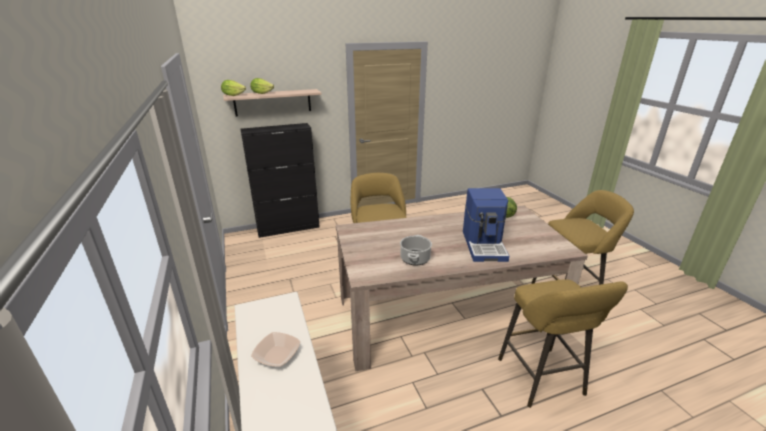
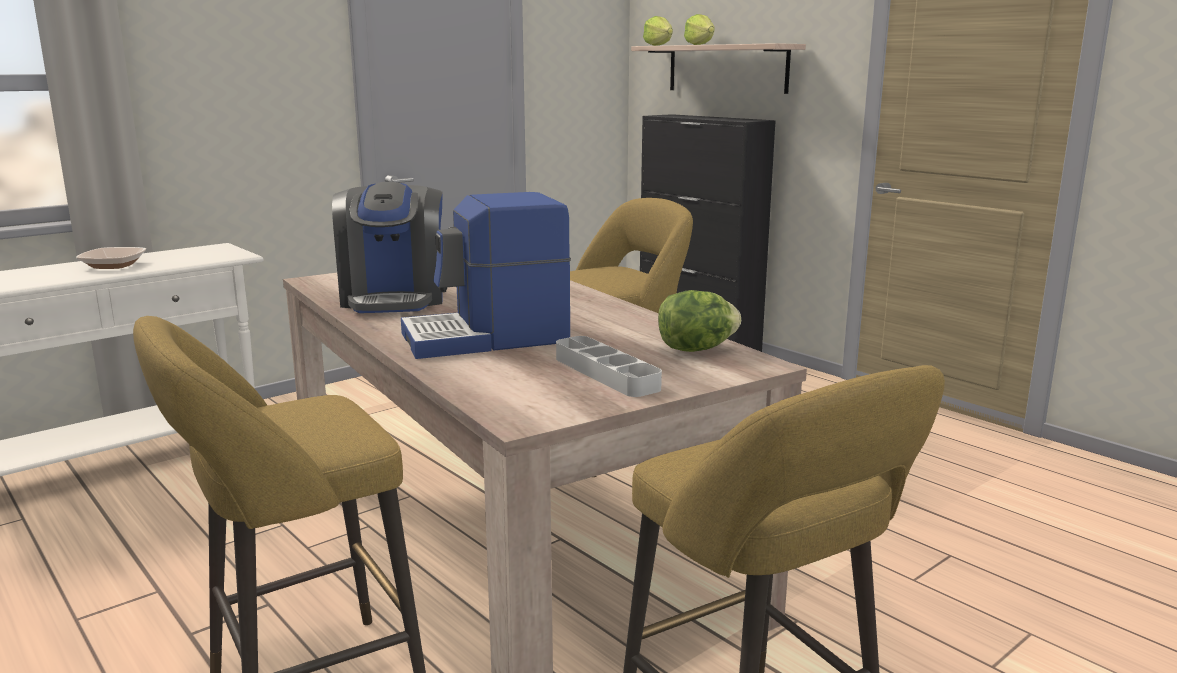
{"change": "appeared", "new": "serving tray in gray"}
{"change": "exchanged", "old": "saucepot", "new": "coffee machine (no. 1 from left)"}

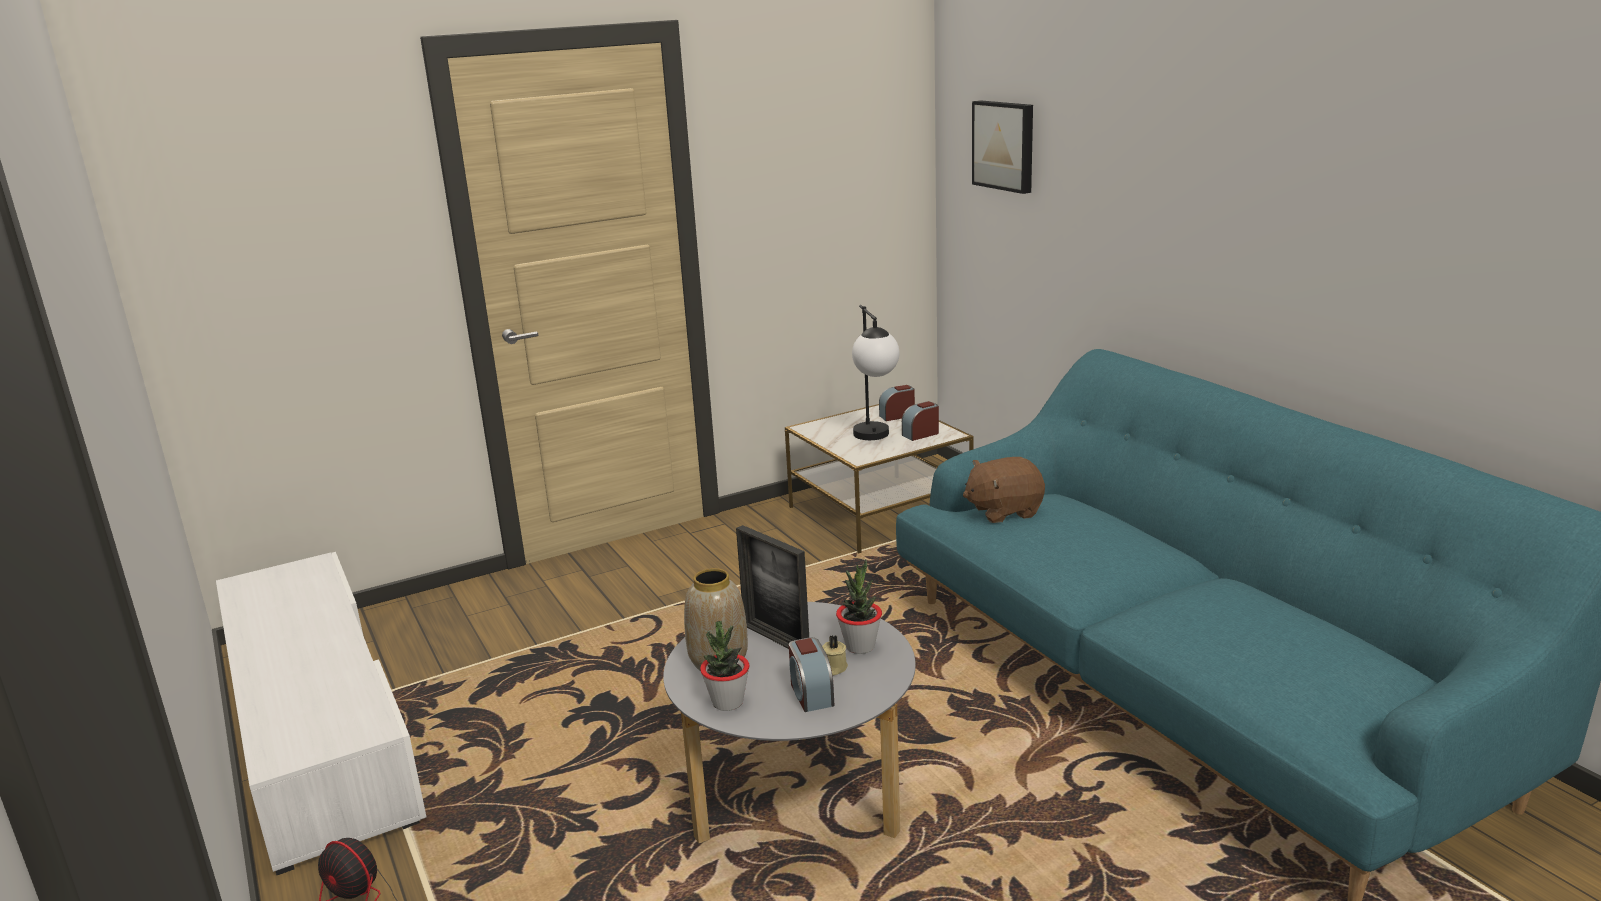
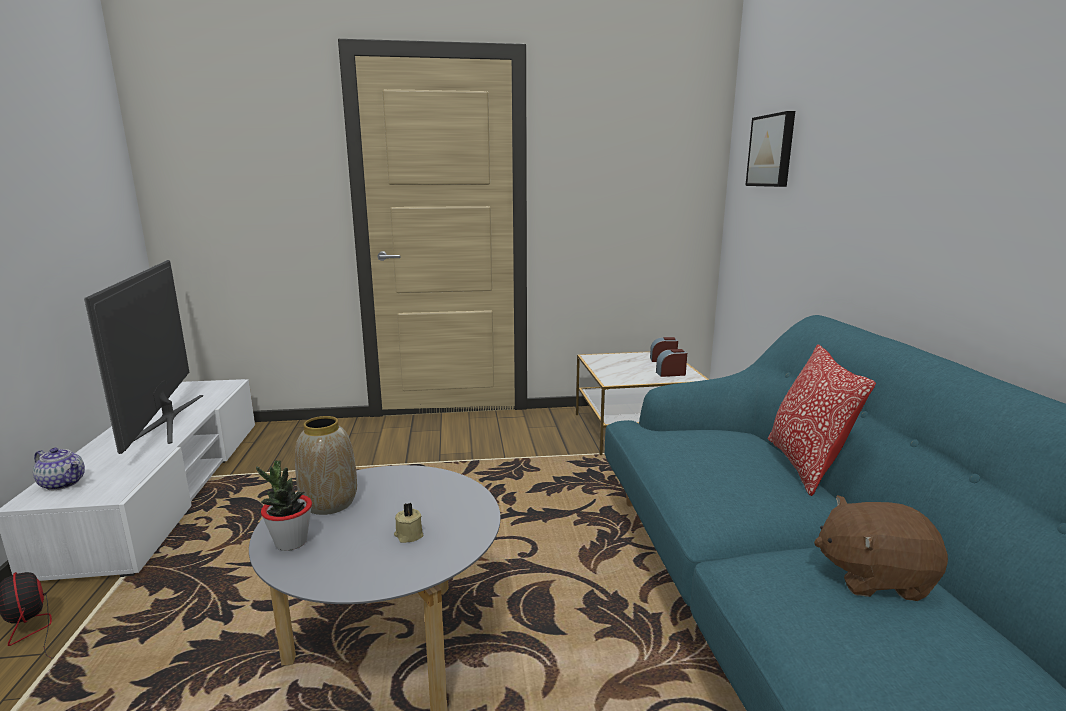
{"change": "missing", "old": "standing frame"}
{"change": "missing", "old": "table clock (no. 1 from left)"}
{"change": "missing", "old": "potted plant (no. 2 from left)"}
{"change": "missing", "old": "tabletop lamp"}
{"change": "appeared", "new": "pot for tea"}
{"change": "appeared", "new": "TV"}
{"change": "appeared", "new": "pillow"}
{"change": "relocated", "old": "plush toy in brown"}

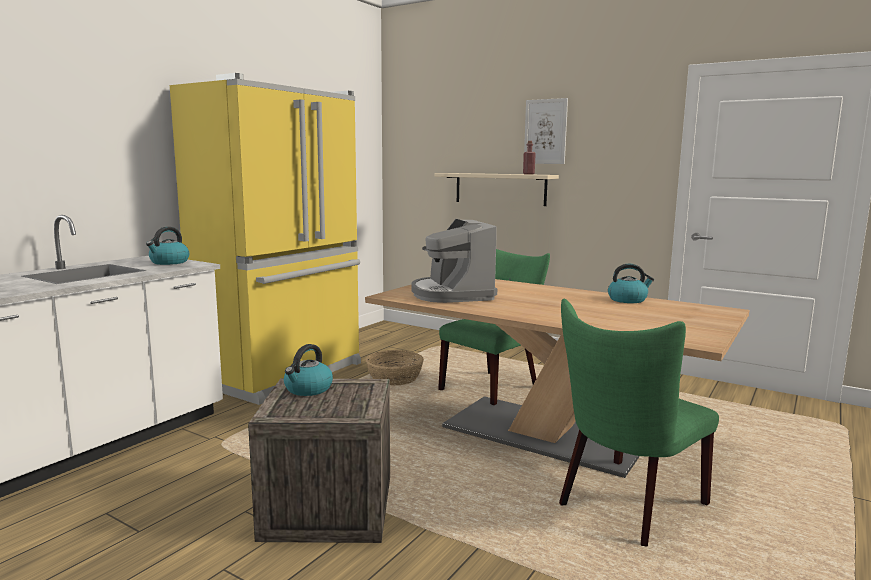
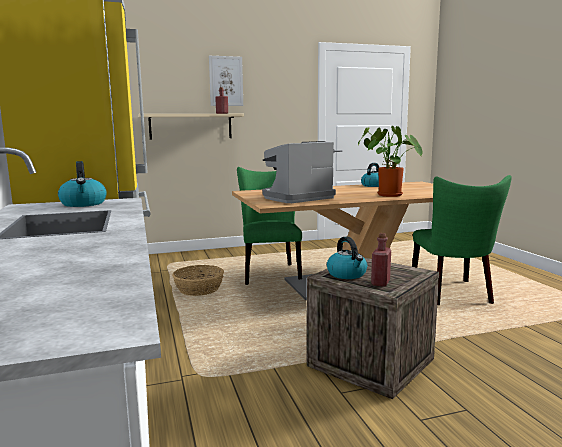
{"change": "appeared", "new": "potted plant"}
{"change": "appeared", "new": "beverage bottle in red (no. 2 from left)"}
{"change": "spun", "old": "coffee machine", "degrees": 120}

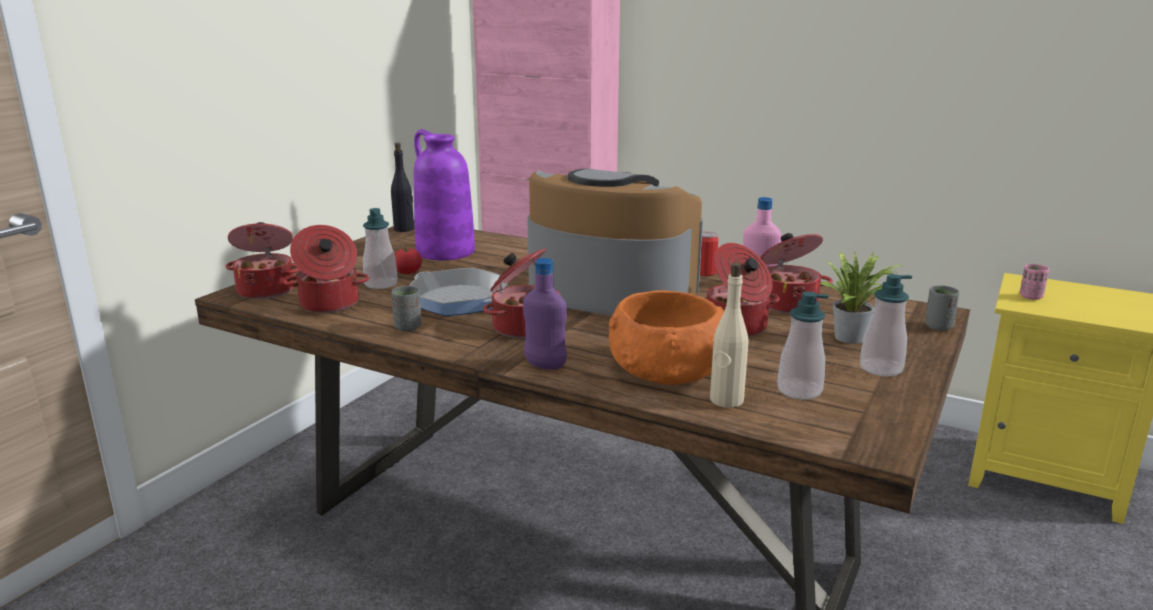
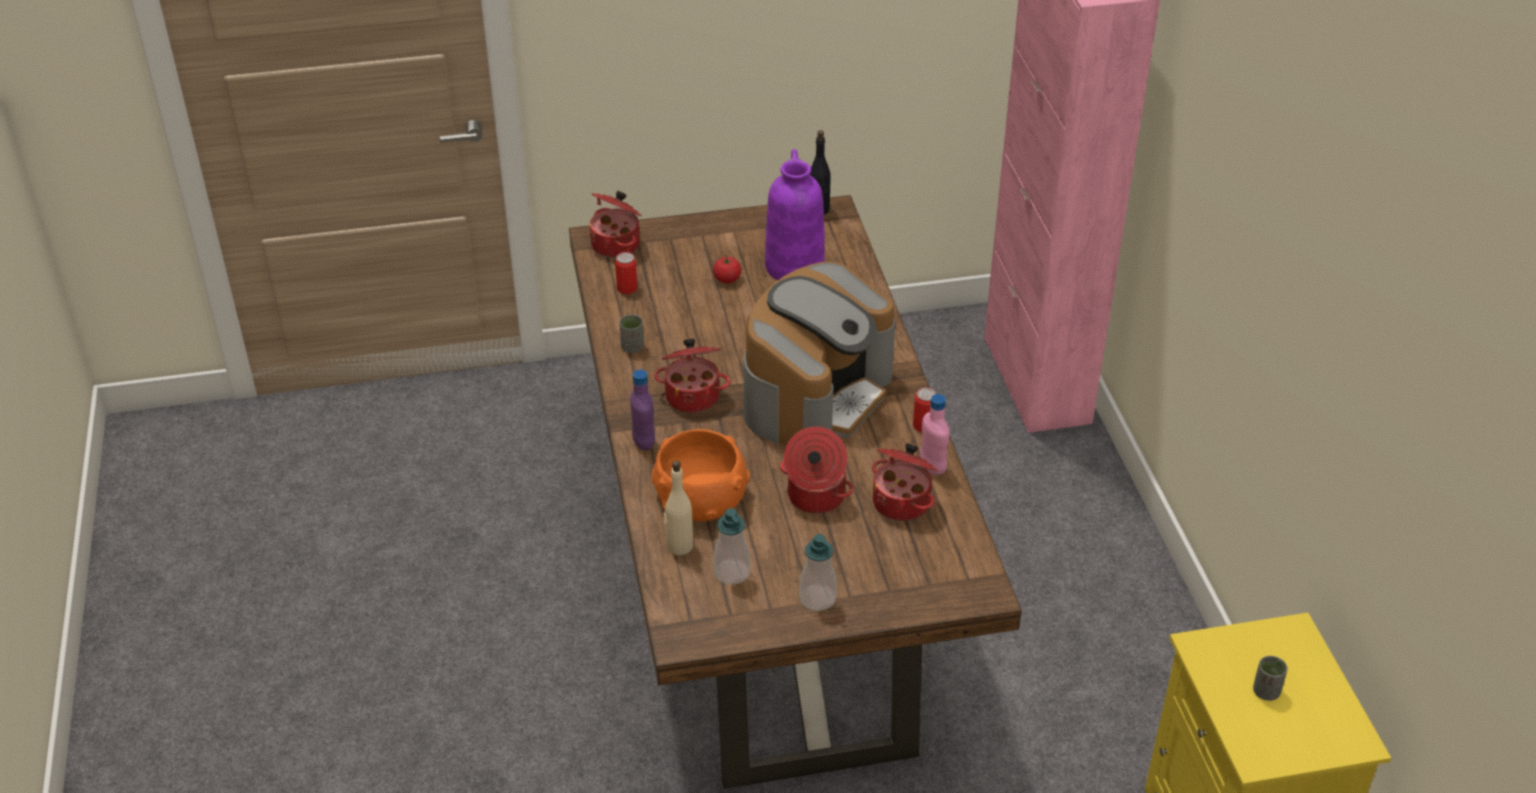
{"change": "missing", "old": "liquid soap bottle (no. 1 from left)"}
{"change": "missing", "old": "skillet"}
{"change": "missing", "old": "potted plant"}
{"change": "missing", "old": "cup in pink-coloured"}
{"change": "relocated", "old": "cup in gray (no. 2 from left)"}
{"change": "exchanged", "old": "saucepot (no. 2 from left)", "new": "metal can (no. 1 from left)"}
{"change": "spun", "old": "coffee machine", "degrees": 45}

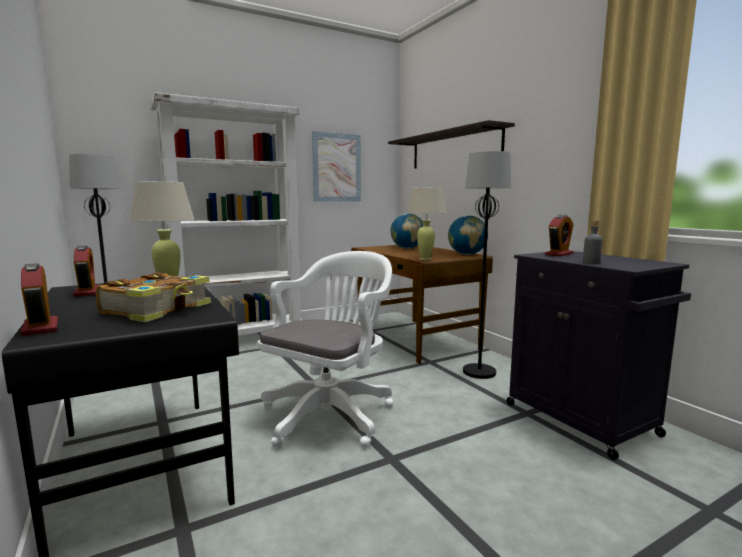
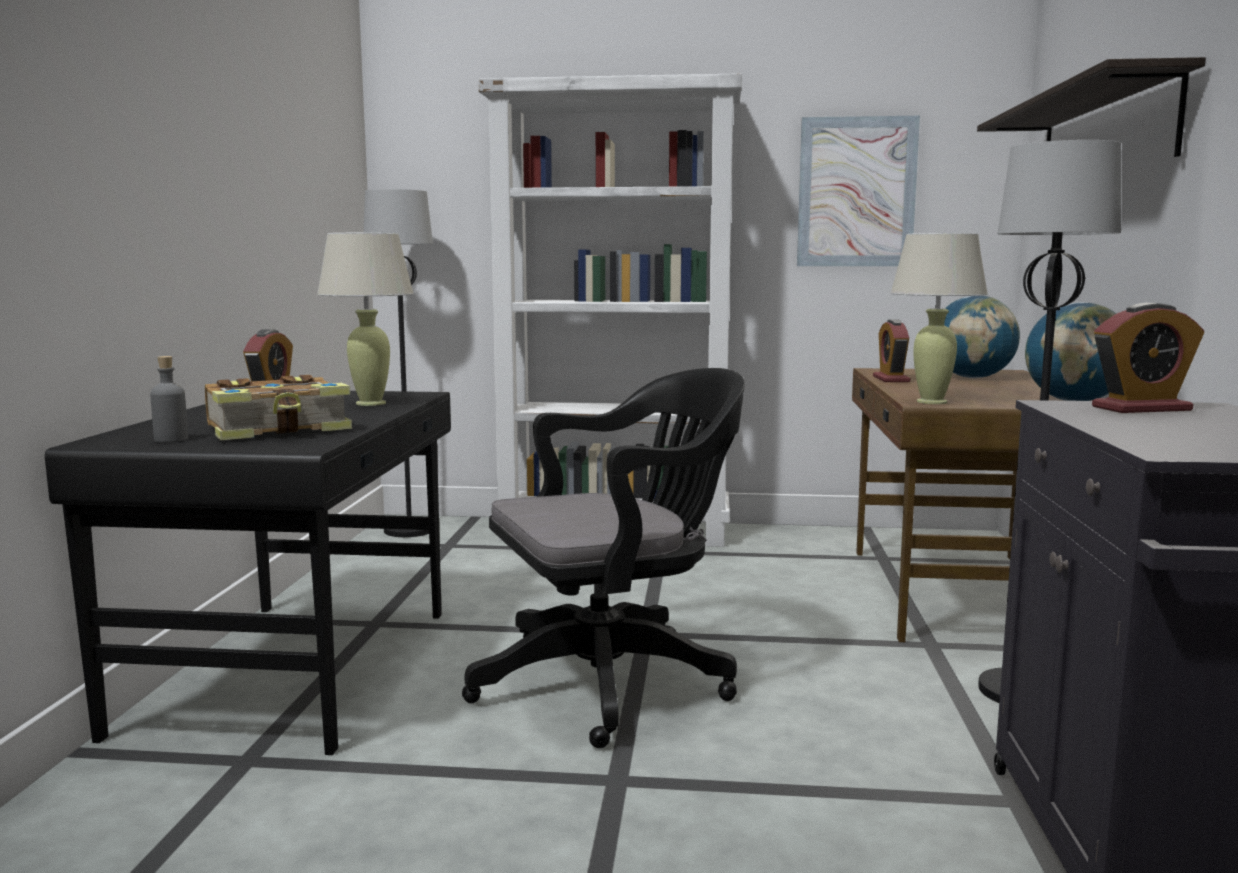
{"change": "relocated", "old": "table clock (no. 1 from left in the first image)", "new": "table clock (no. 2 from left)"}
{"change": "relocated", "old": "beverage bottle in gray"}
{"change": "colour", "old": "computer chair in white", "new": "computer chair in black-coloured"}

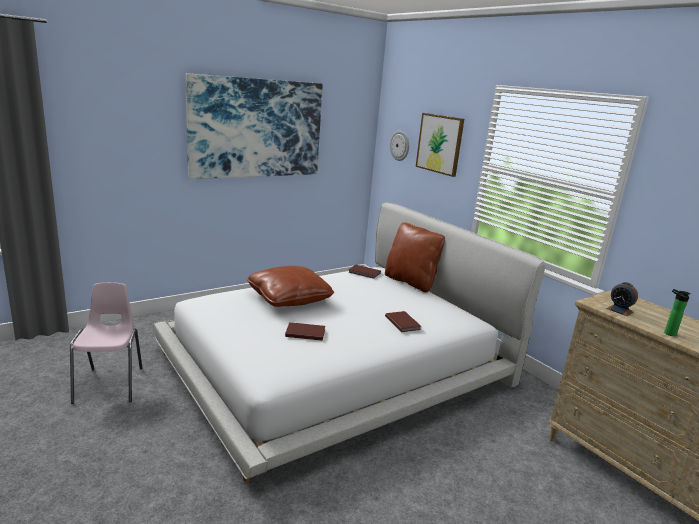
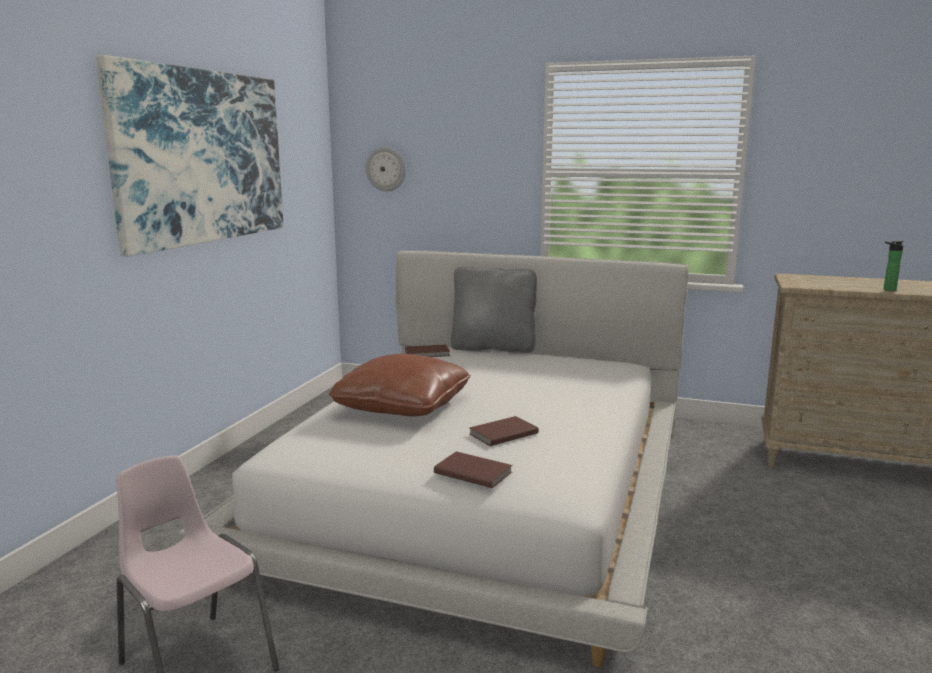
{"change": "missing", "old": "wall picture (no. 2 from left)"}
{"change": "missing", "old": "table clock"}
{"change": "relocated", "old": "bound book in brown (no. 3 from left in the first image)", "new": "bound book in brown (no. 2 from left)"}
{"change": "colour", "old": "pillow in brown (no. 2 from left)", "new": "pillow in gray"}

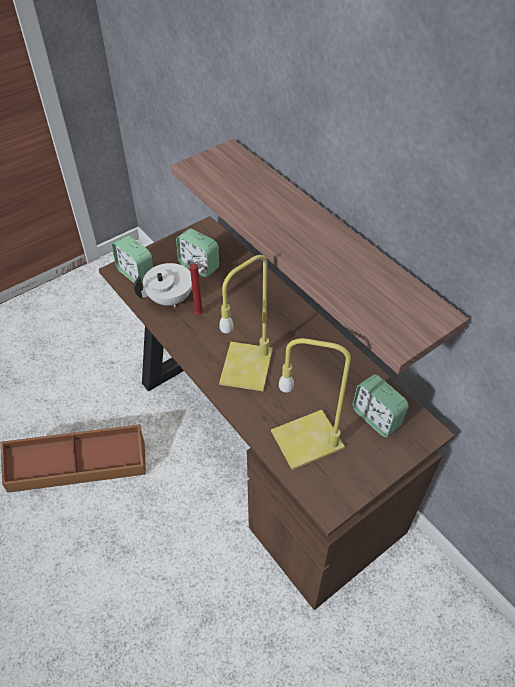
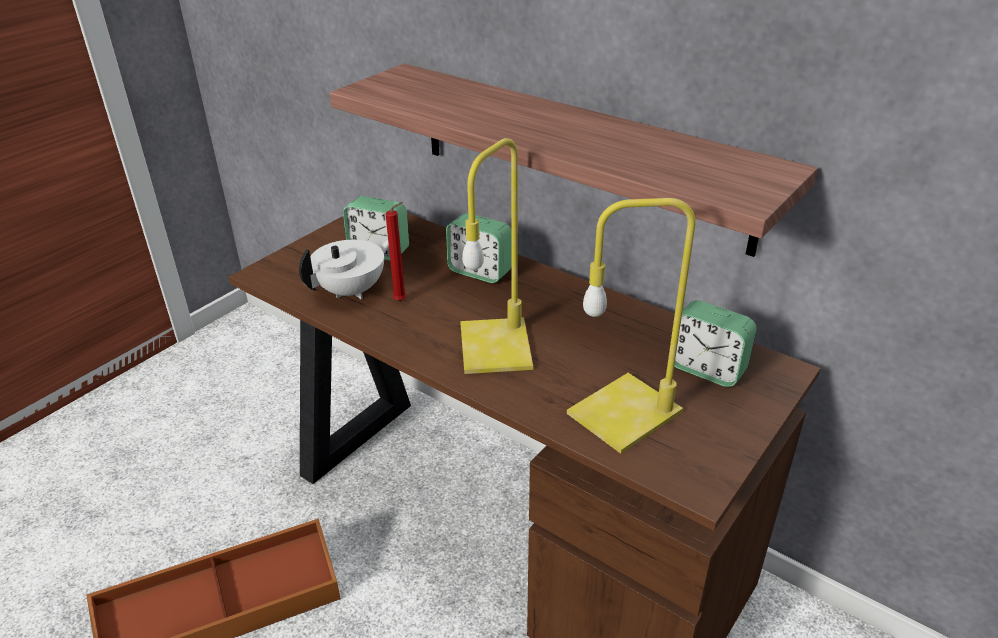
{"change": "relocated", "old": "table clock (no. 1 from left in the first image)", "new": "table clock (no. 2 from left)"}

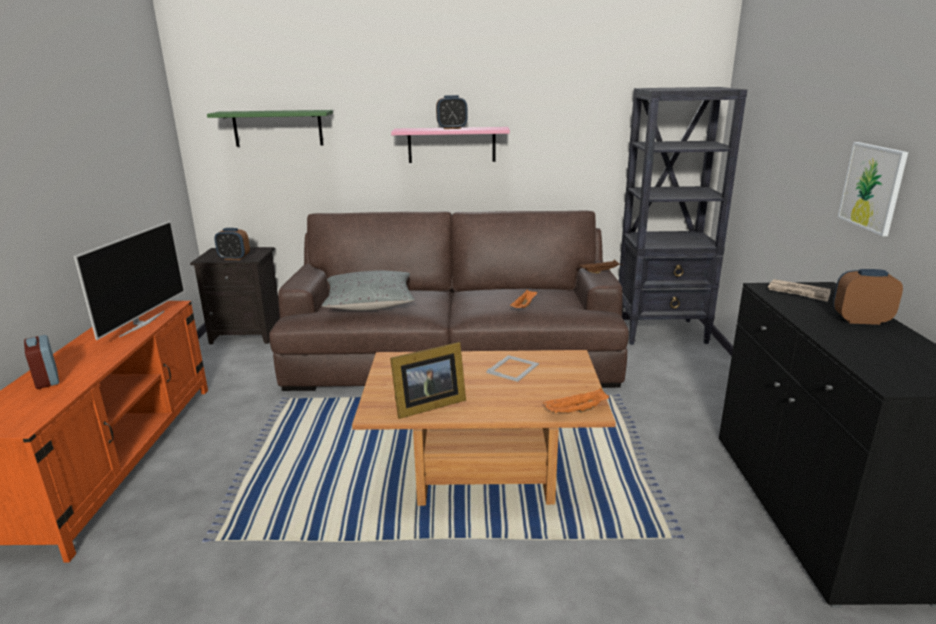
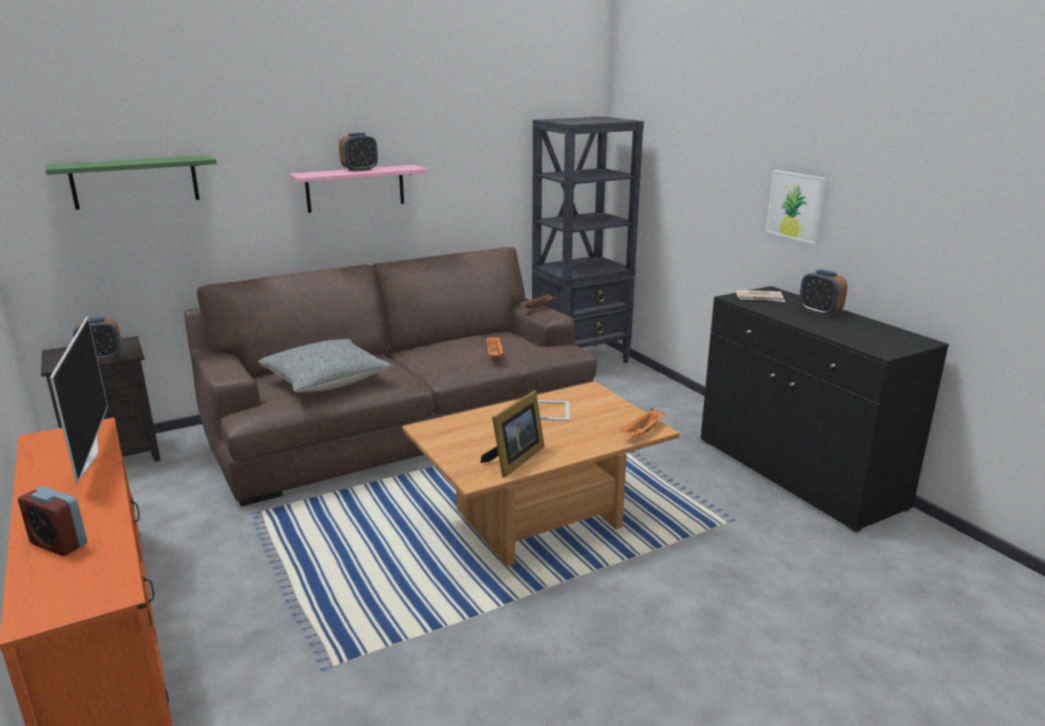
{"change": "spun", "old": "table clock (no. 4 from left)", "degrees": -105}

